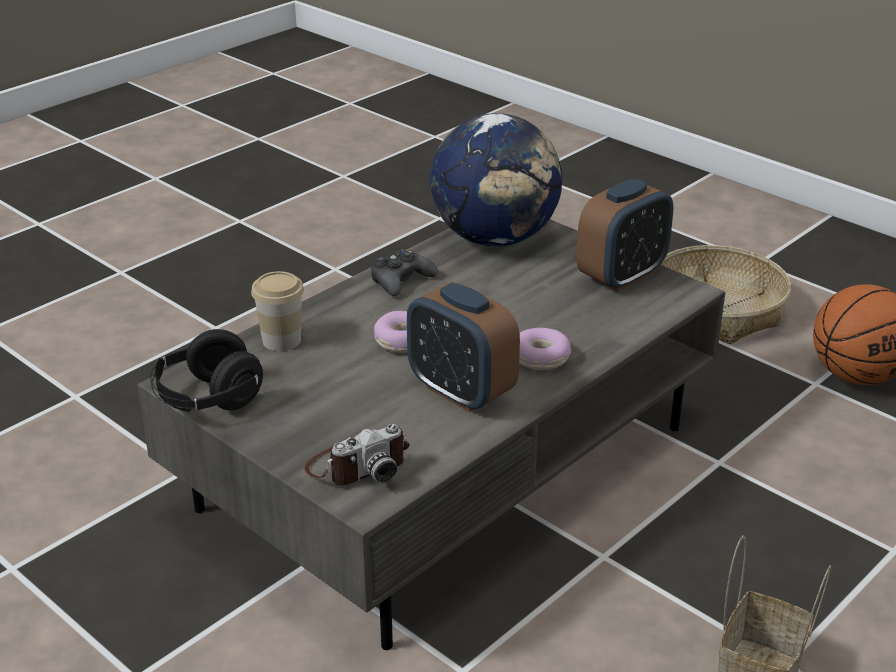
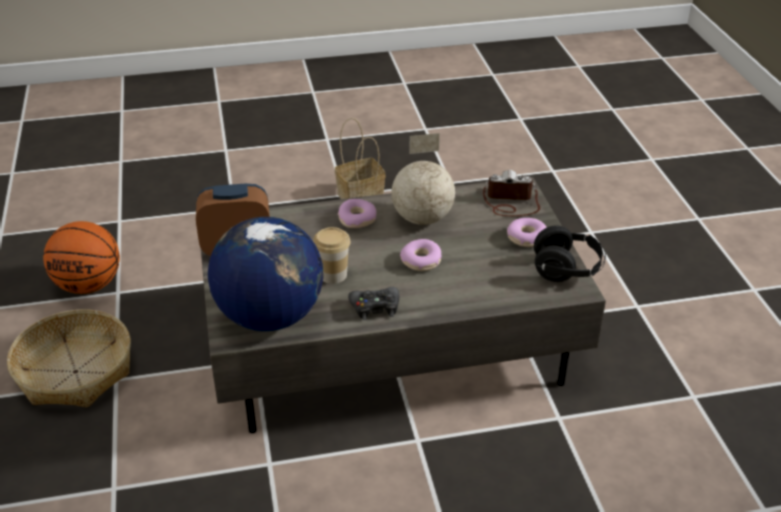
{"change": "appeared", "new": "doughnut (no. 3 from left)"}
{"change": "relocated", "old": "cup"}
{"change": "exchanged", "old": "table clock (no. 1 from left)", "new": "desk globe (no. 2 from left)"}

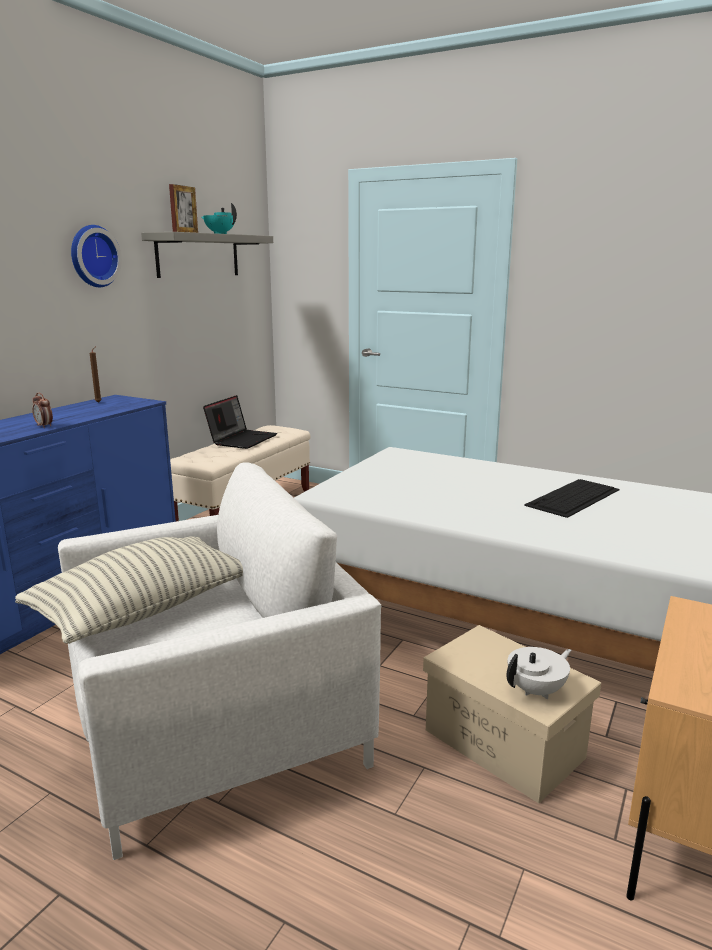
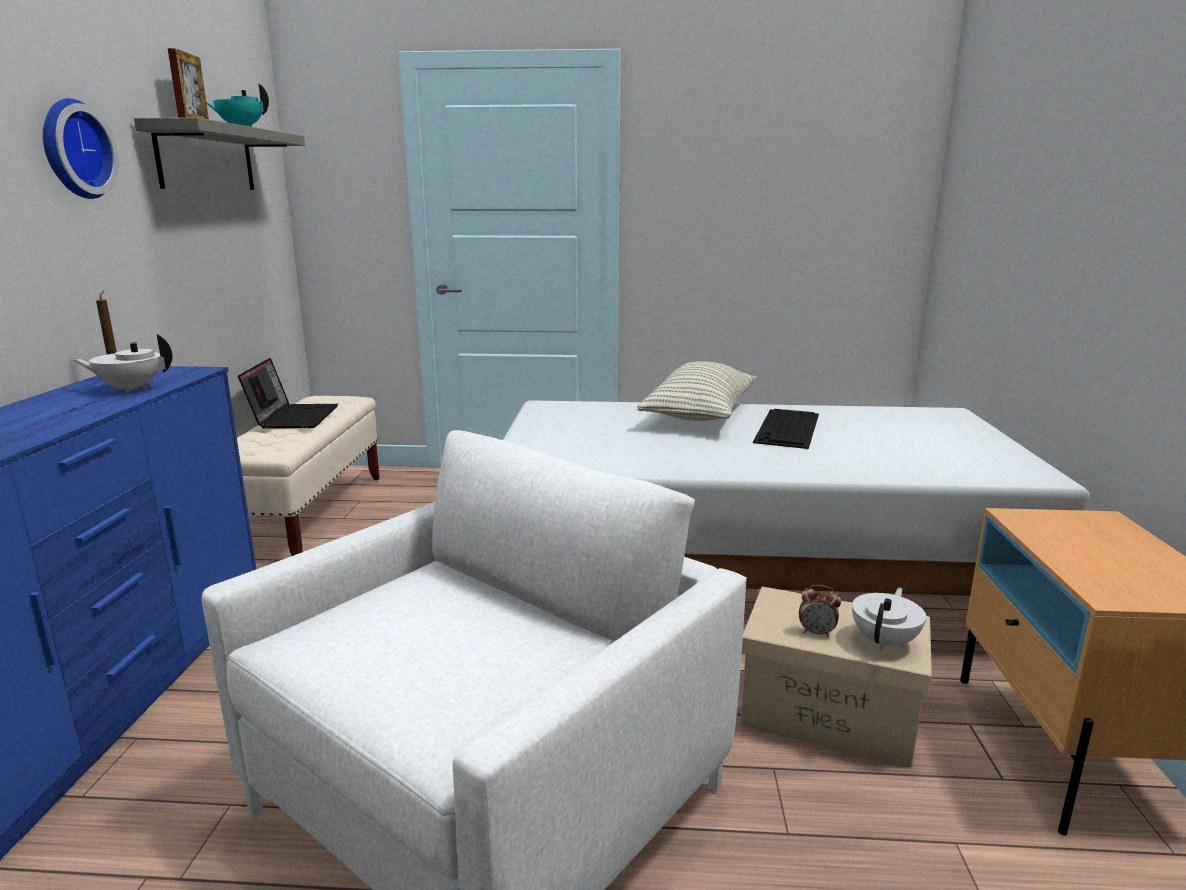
{"change": "appeared", "new": "pot for tea in white (no. 1 from left)"}
{"change": "relocated", "old": "pillow"}
{"change": "relocated", "old": "table clock"}

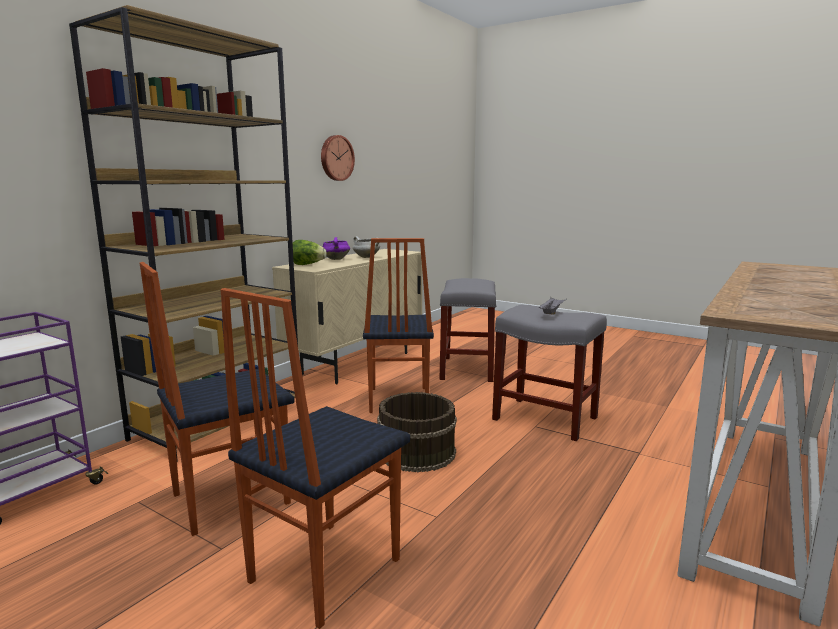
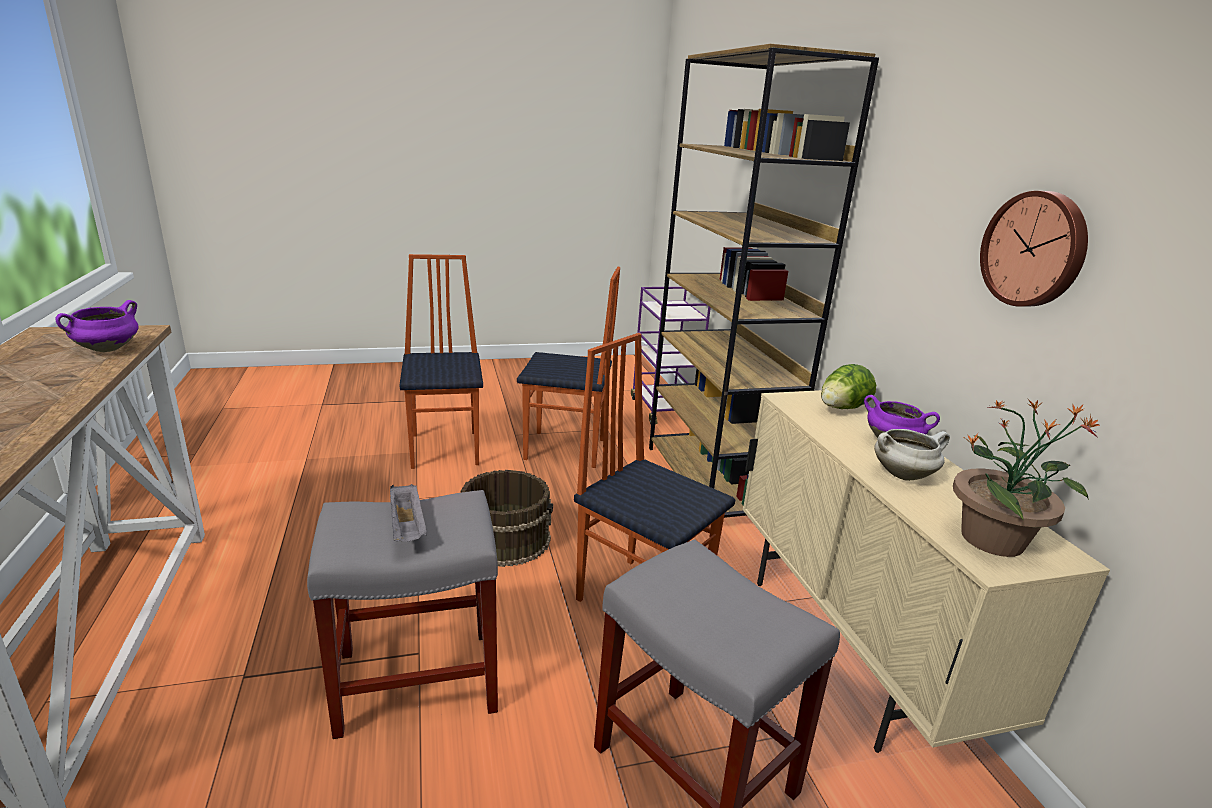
{"change": "appeared", "new": "saucepot in purple (no. 1 from left)"}
{"change": "appeared", "new": "potted plant"}
{"change": "spun", "old": "chair (no. 1 from left in the first image)", "degrees": 90}

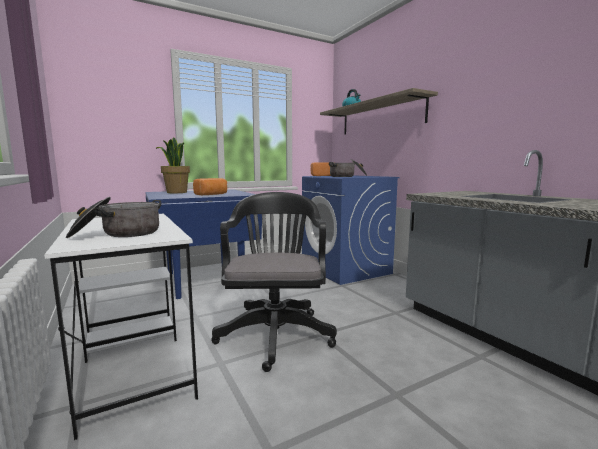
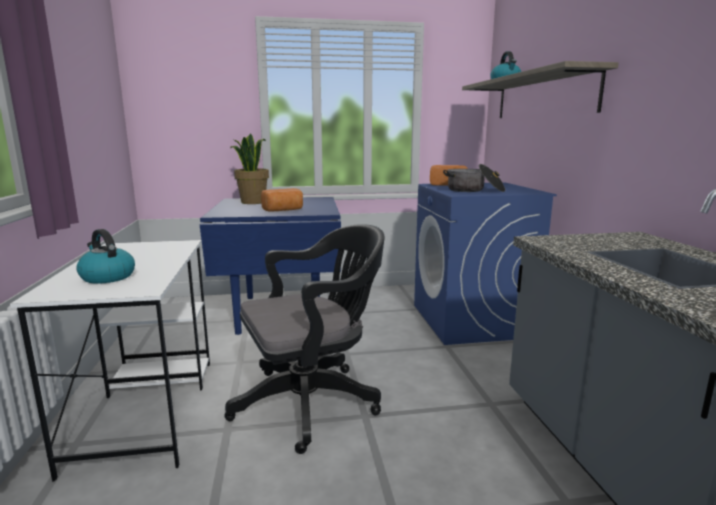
{"change": "exchanged", "old": "saucepot (no. 1 from left)", "new": "tea kettle (no. 1 from left)"}
{"change": "spun", "old": "computer chair in black-coloured", "degrees": 45}

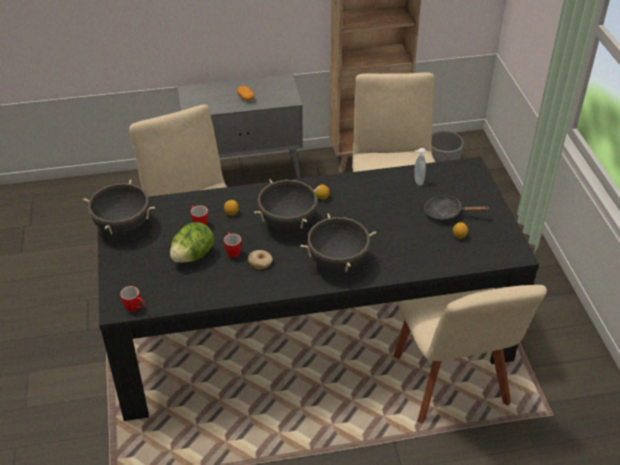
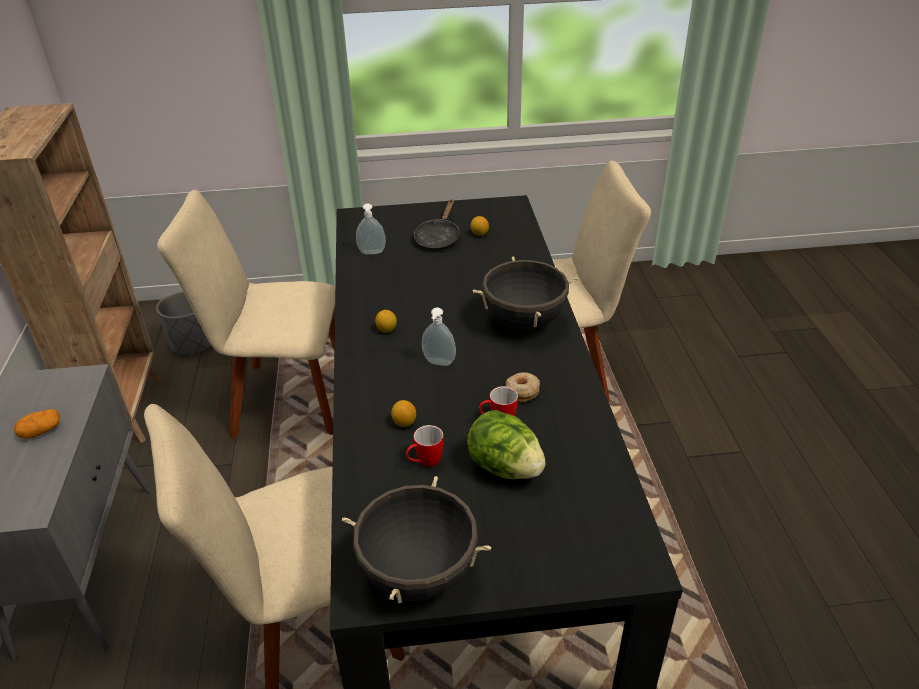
{"change": "missing", "old": "tea mug (no. 1 from left)"}
{"change": "exchanged", "old": "saucepot in black-coloured (no. 2 from left)", "new": "liquid soap bottle (no. 2 from left)"}

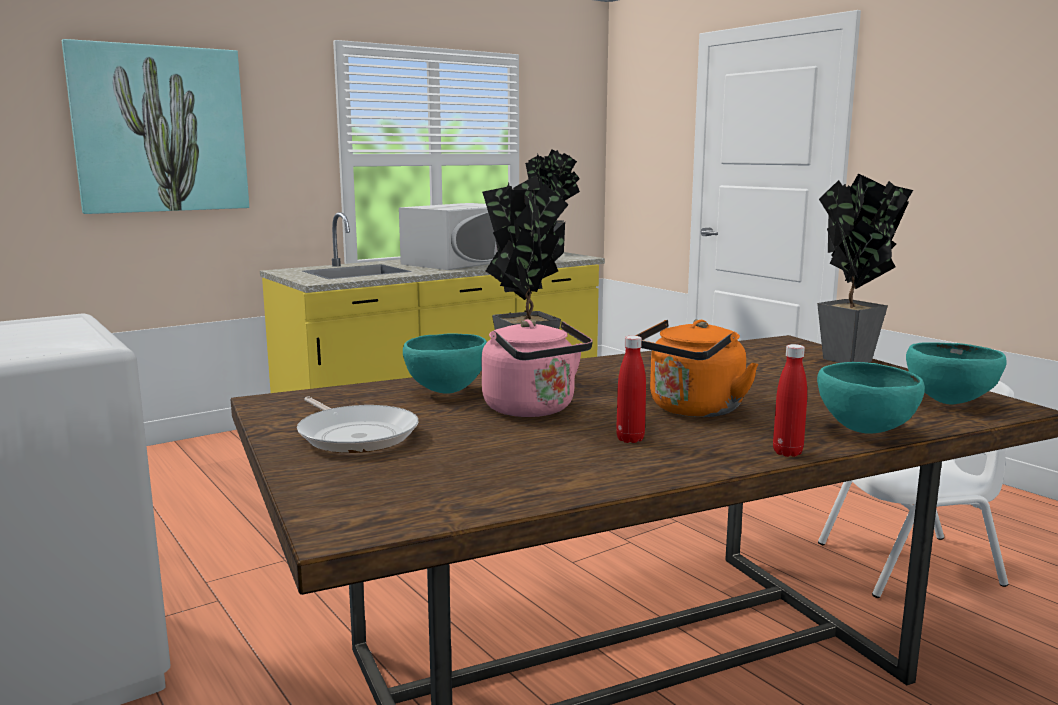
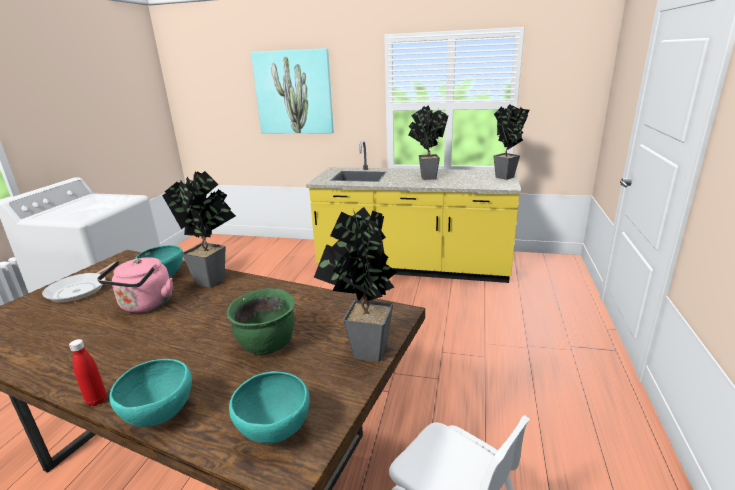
{"change": "missing", "old": "beverage bottle in red (no. 1 from left)"}
{"change": "missing", "old": "tea kettle in orangey"}
{"change": "appeared", "new": "saucepot in greenish"}
{"change": "exchanged", "old": "microwave in white", "new": "potted plant (no. 3 from left)"}

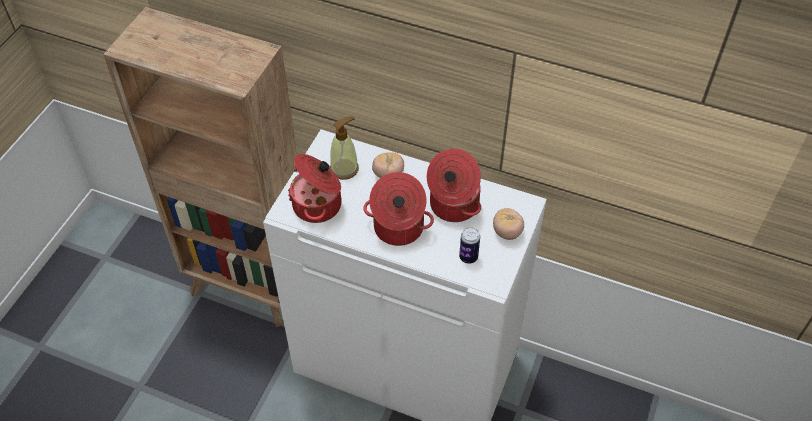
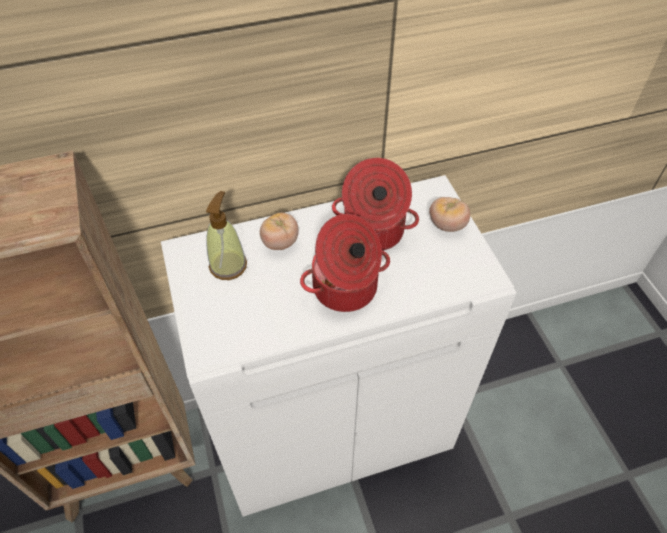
{"change": "missing", "old": "saucepot (no. 1 from left)"}
{"change": "missing", "old": "metal can"}

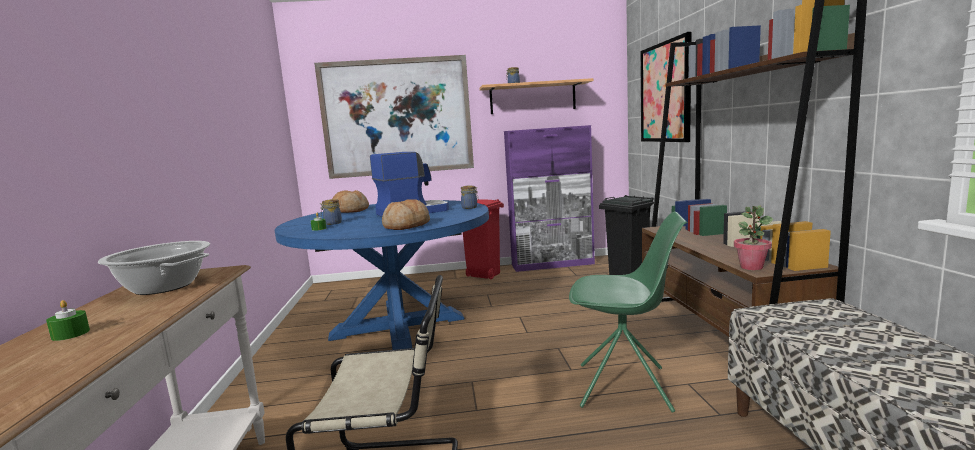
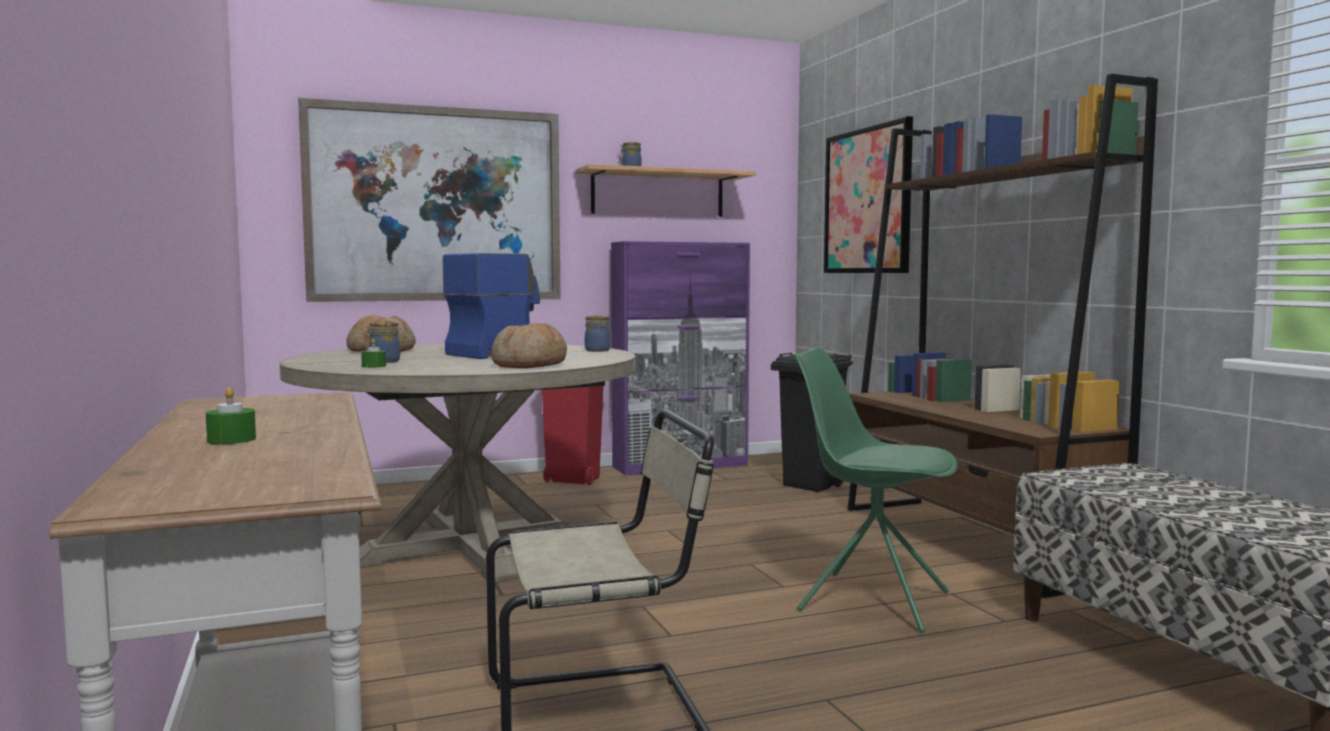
{"change": "missing", "old": "saucepot"}
{"change": "missing", "old": "potted plant"}
{"change": "colour", "old": "dining table in bluish", "new": "dining table in sand-coloured"}
{"change": "spun", "old": "chair in greenish", "degrees": -150}

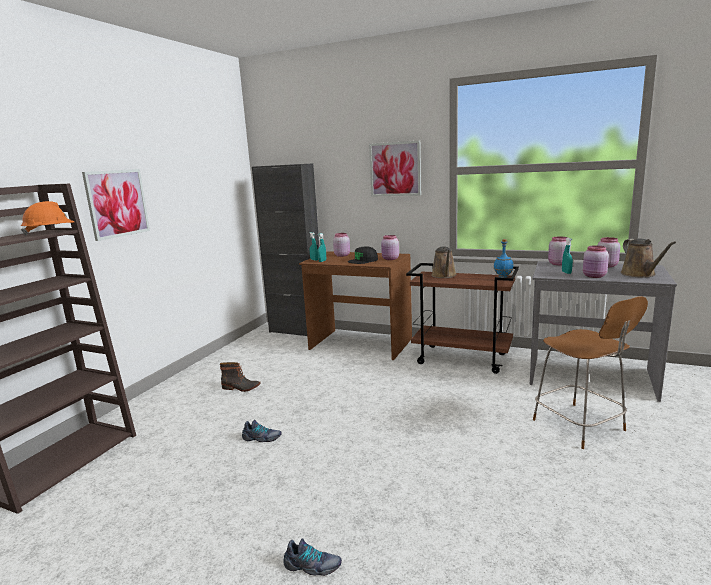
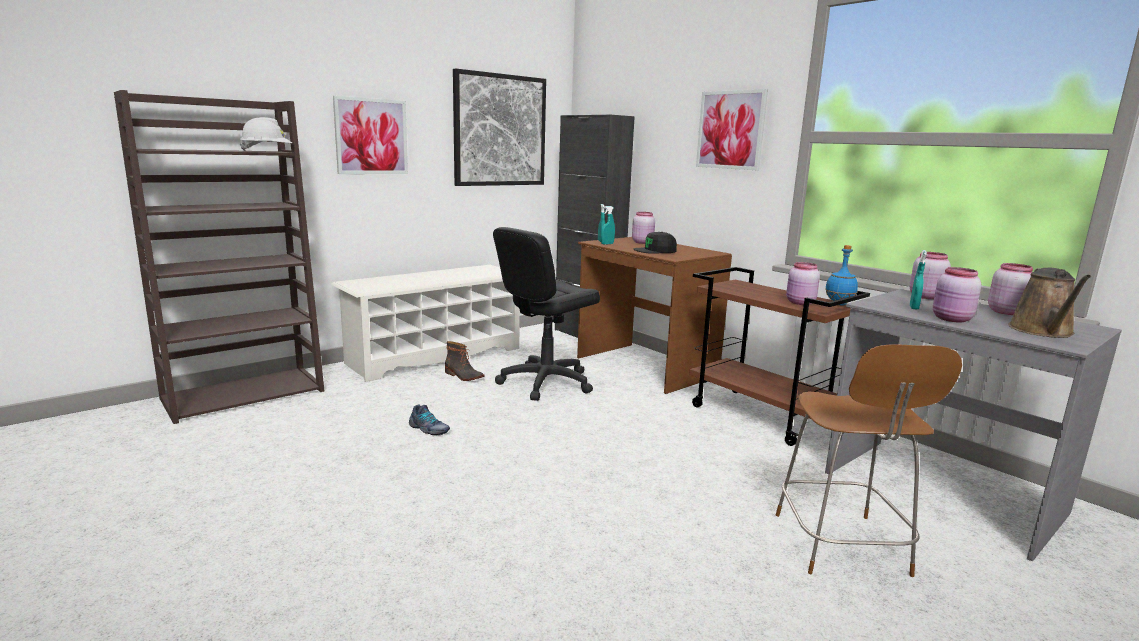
{"change": "missing", "old": "item of footwear (no. 2 from left)"}
{"change": "missing", "old": "watering can in brown (no. 1 from left)"}
{"change": "appeared", "new": "shoe rack in white"}
{"change": "appeared", "new": "wall picture (no. 2 from left)"}
{"change": "appeared", "new": "computer chair in black-coloured"}
{"change": "relocated", "old": "preserve jar in pink-coloured (no. 2 from left)"}
{"change": "colour", "old": "safety helmet in orangey", "new": "safety helmet in white"}

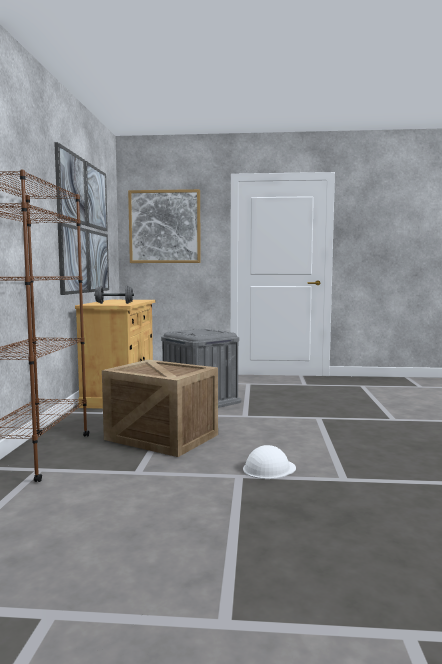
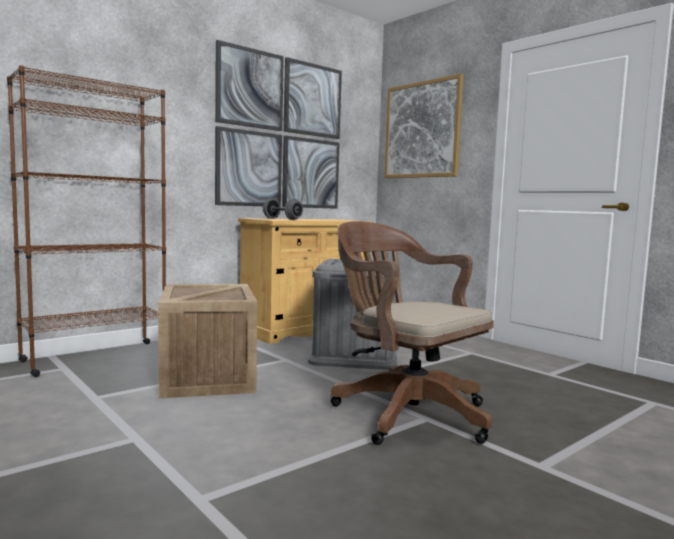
{"change": "missing", "old": "safety helmet in white"}
{"change": "appeared", "new": "computer chair in brown"}

